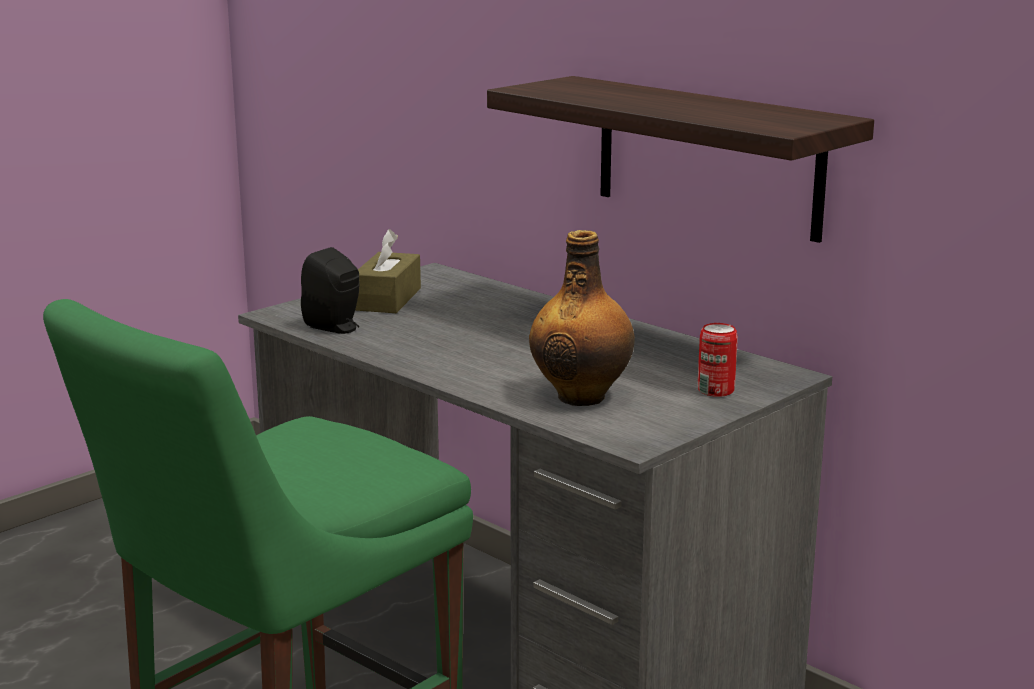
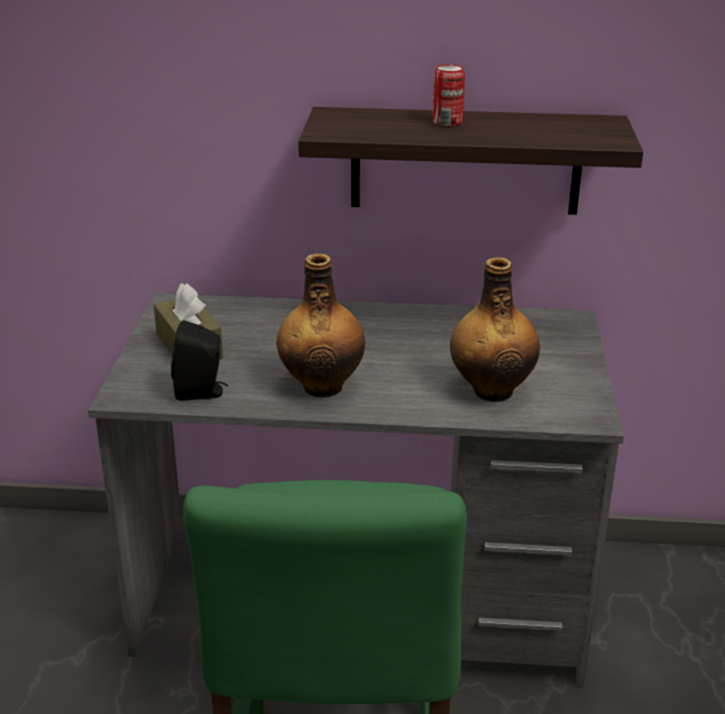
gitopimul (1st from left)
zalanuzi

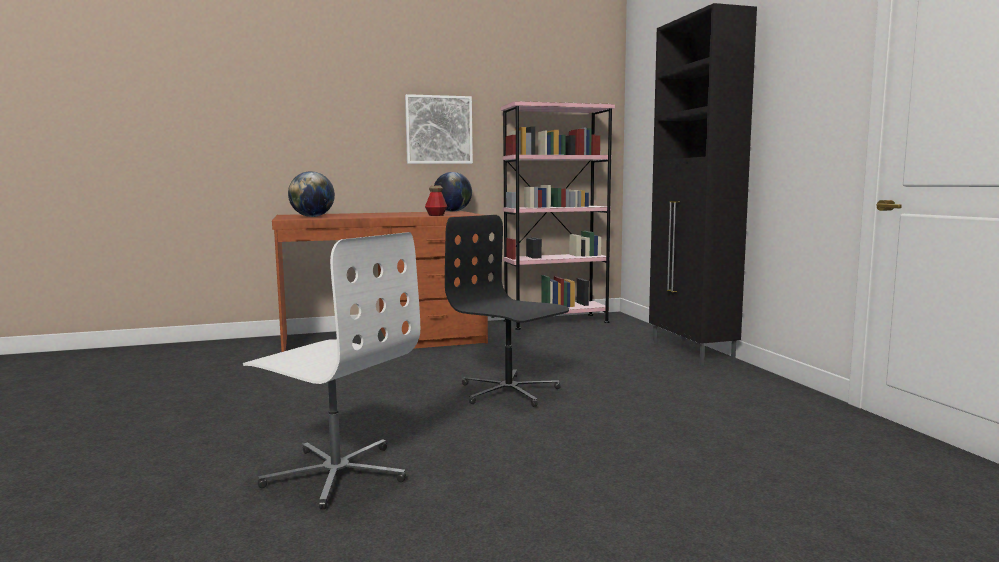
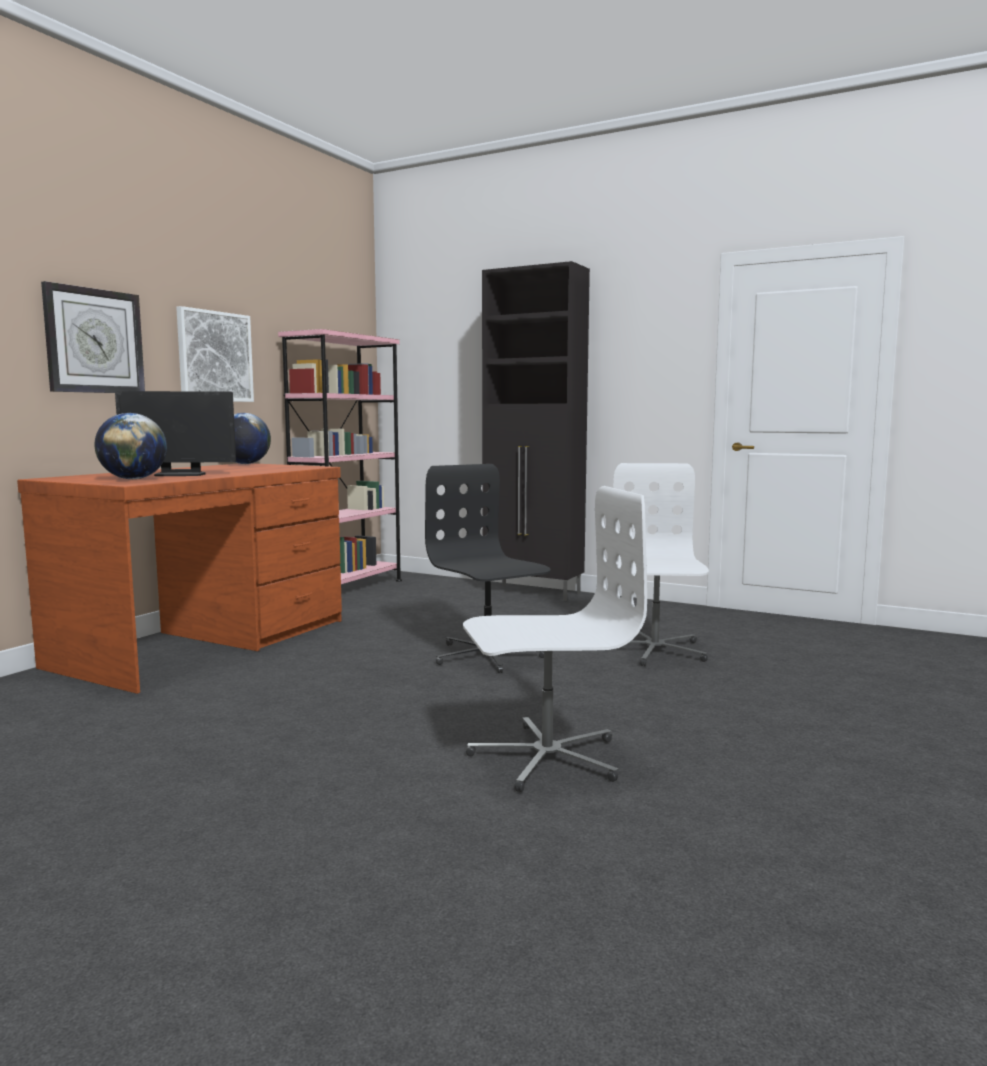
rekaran
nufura
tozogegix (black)
tozogegix (white) (2nd from left)
gitopimul

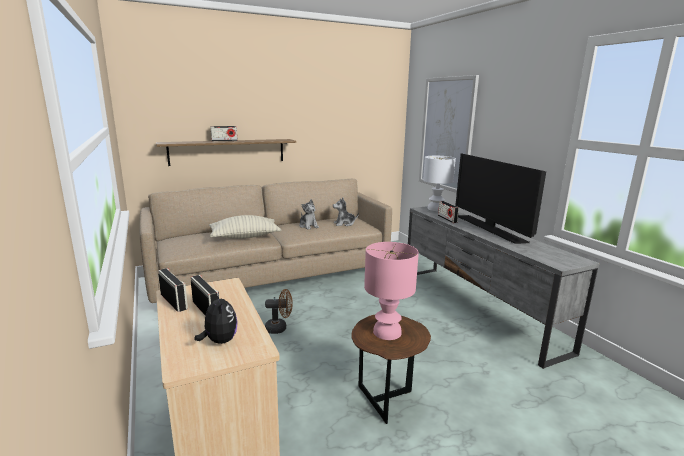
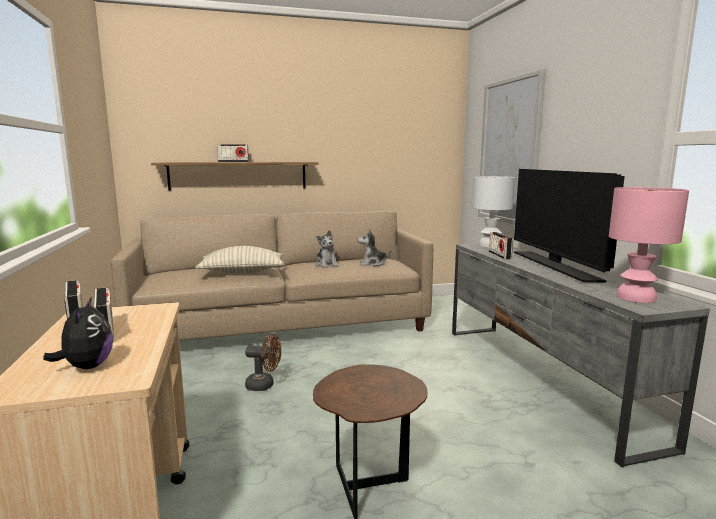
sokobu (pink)

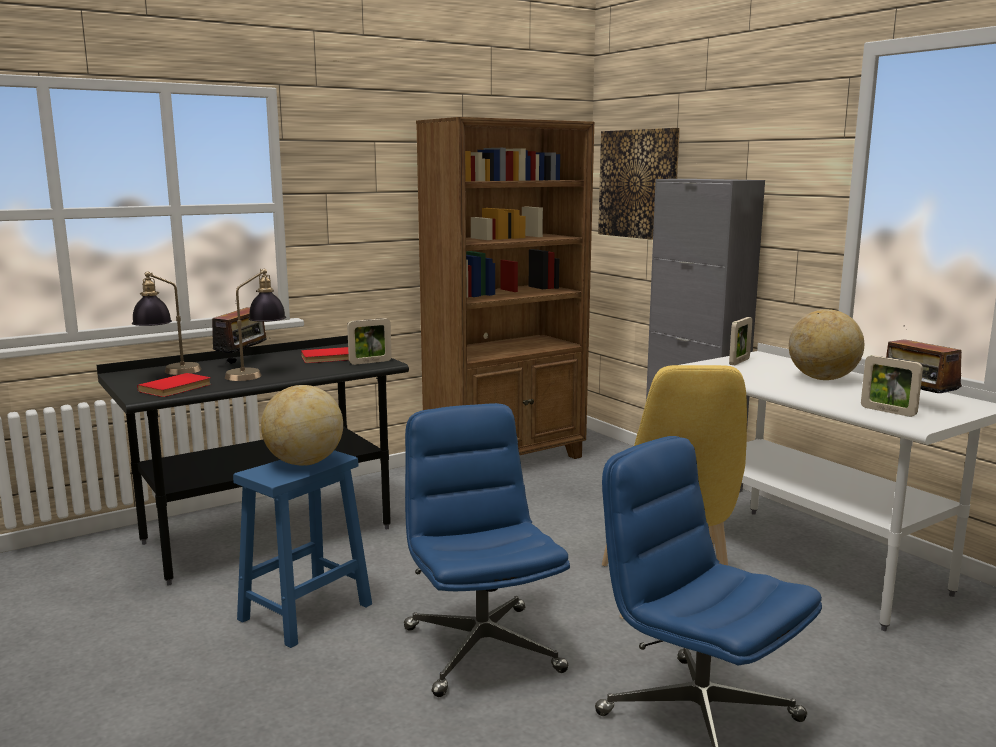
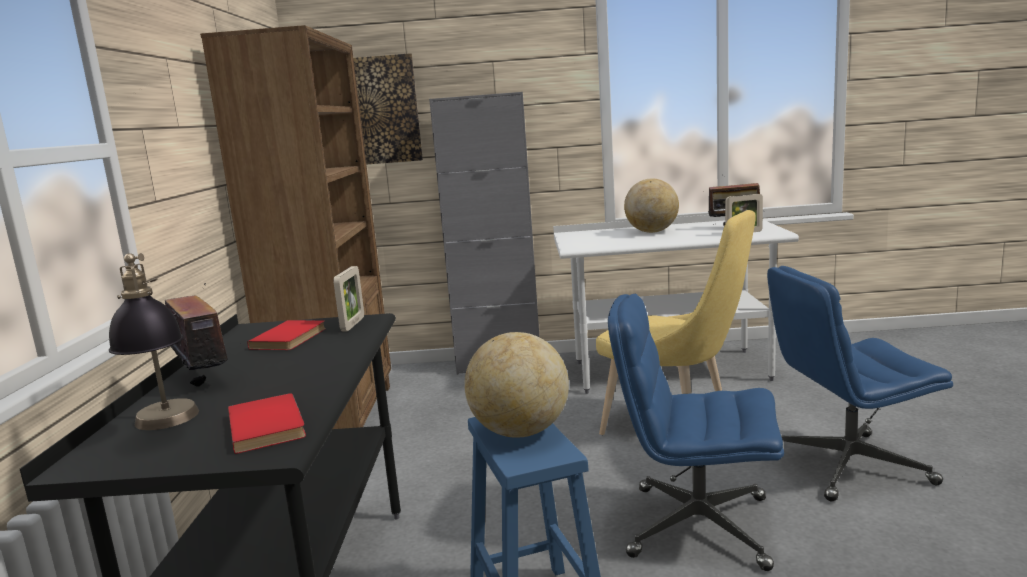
sokobu (2nd from left in the first image)
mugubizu (2nd from left in the first image)

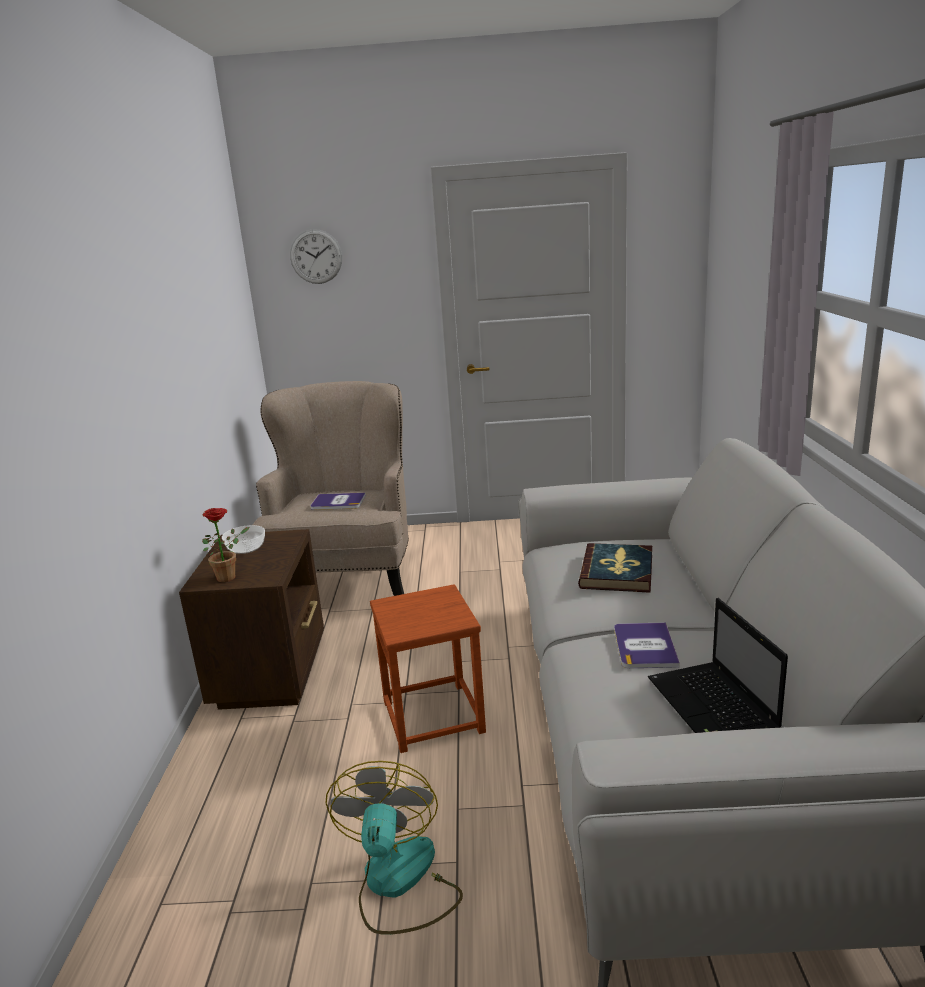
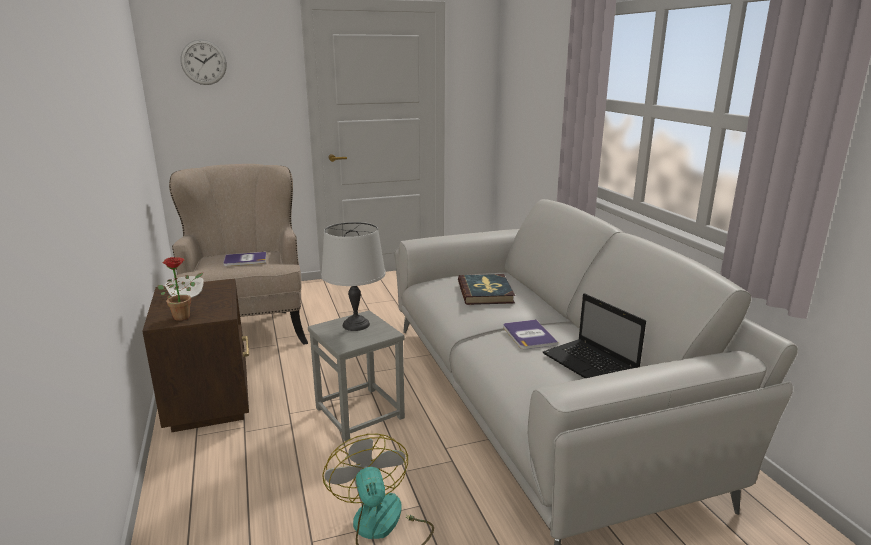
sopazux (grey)
sokobu (grey)

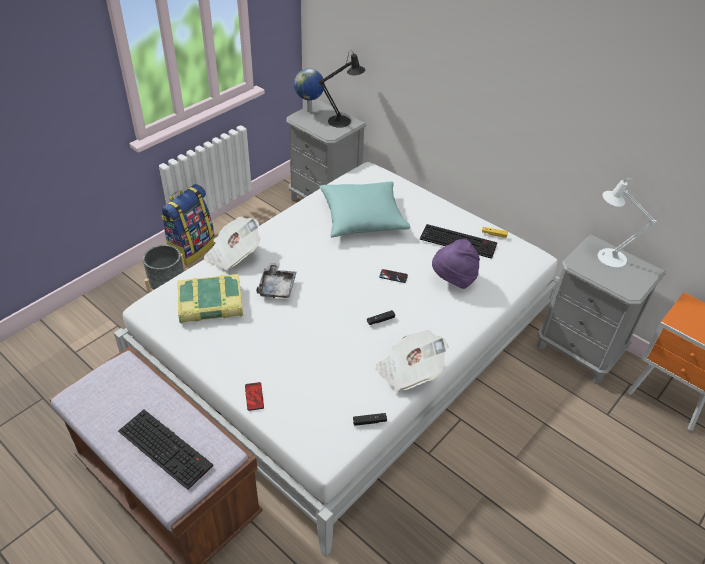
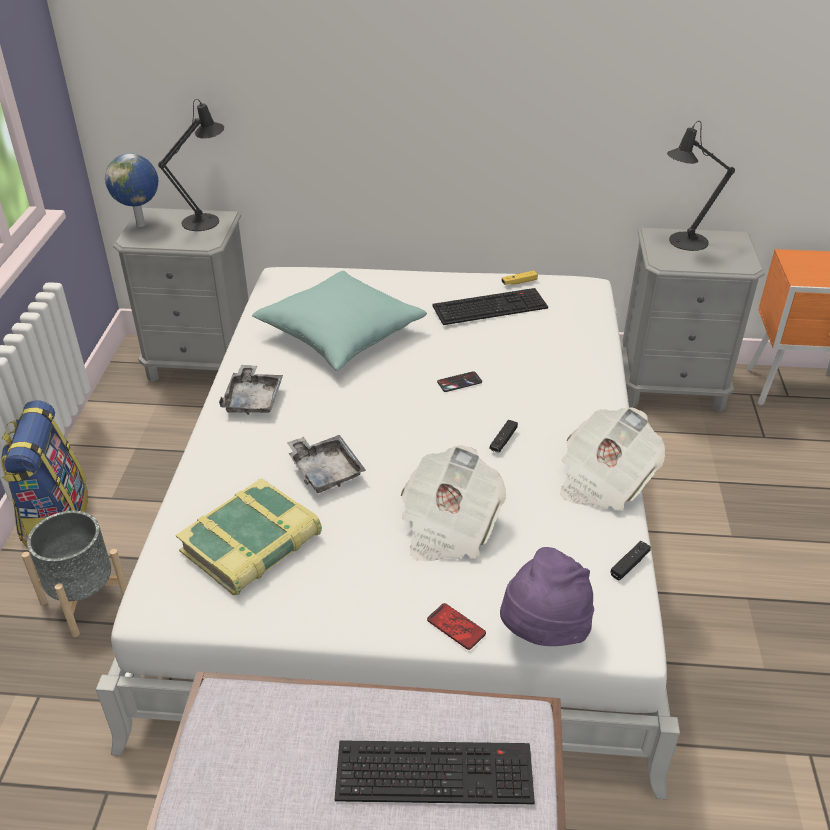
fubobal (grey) (1st from left)
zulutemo (1st from left)
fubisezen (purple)
sokobu (black) (2nd from left)

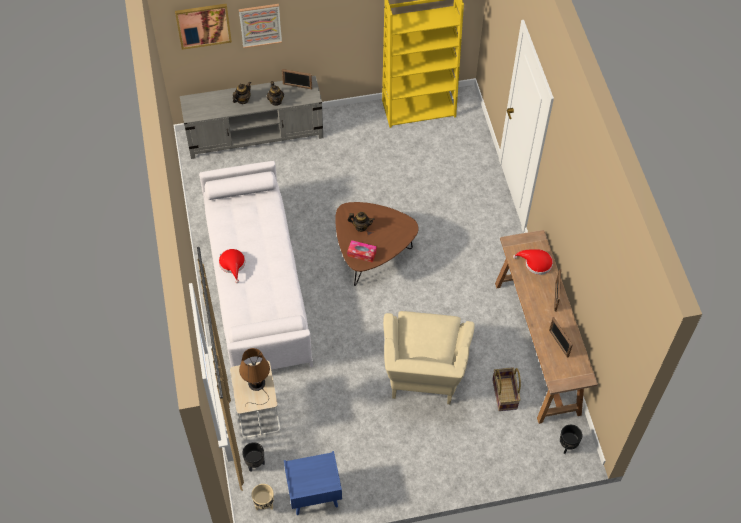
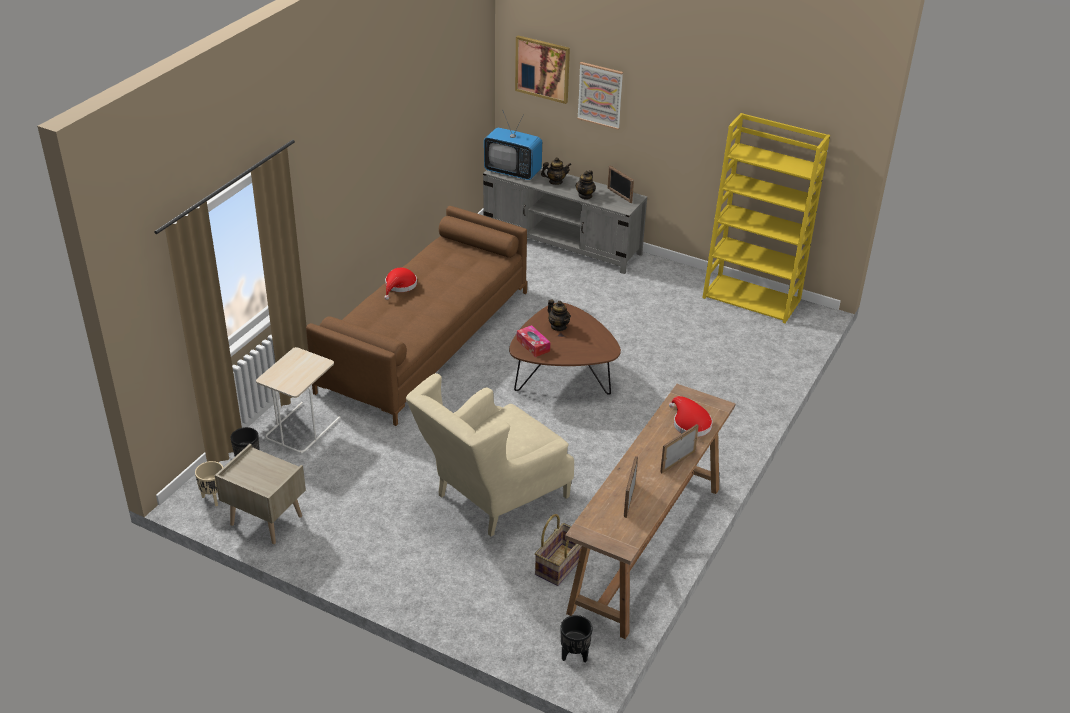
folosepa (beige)
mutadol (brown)
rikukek
sokobu (brown)

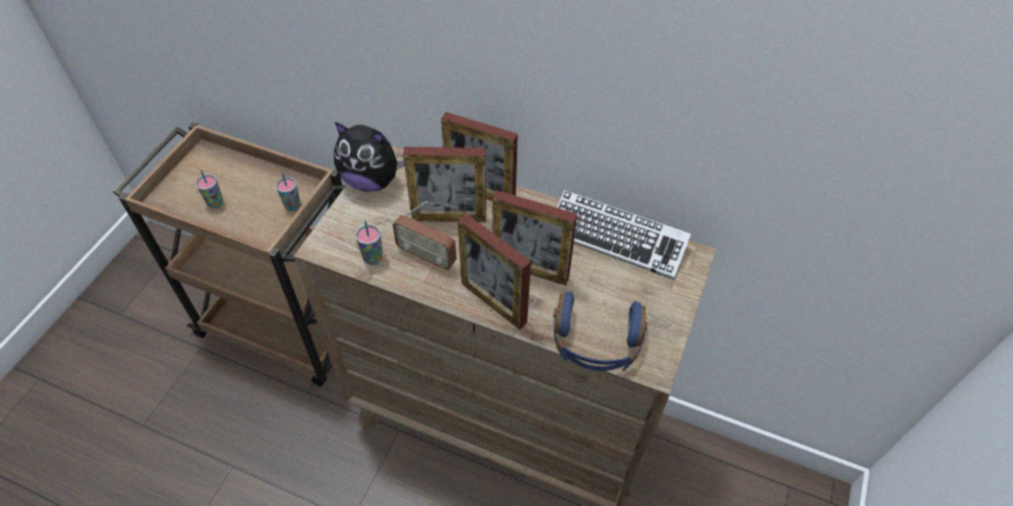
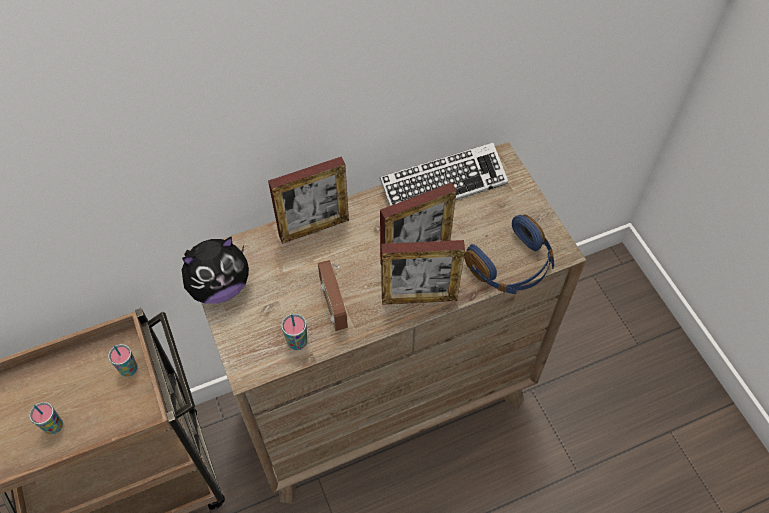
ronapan
mugubizu (1st from left in the first image)

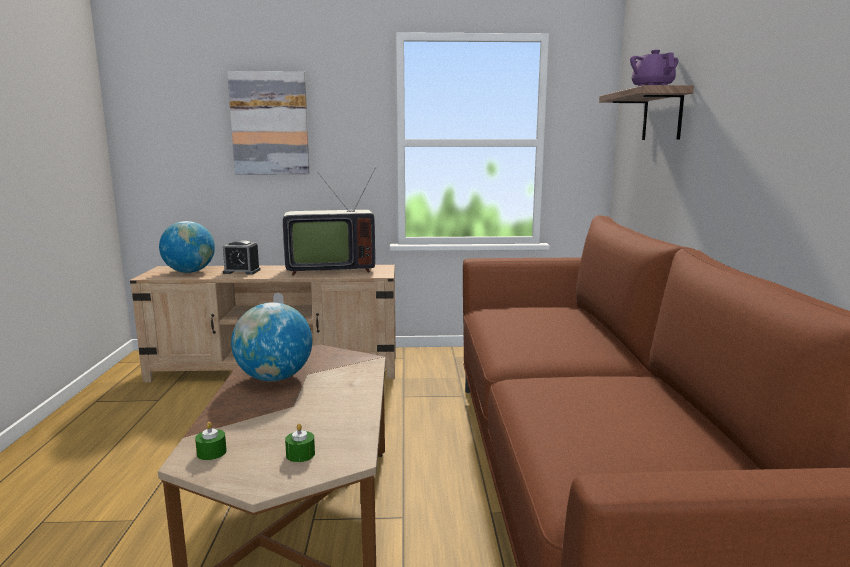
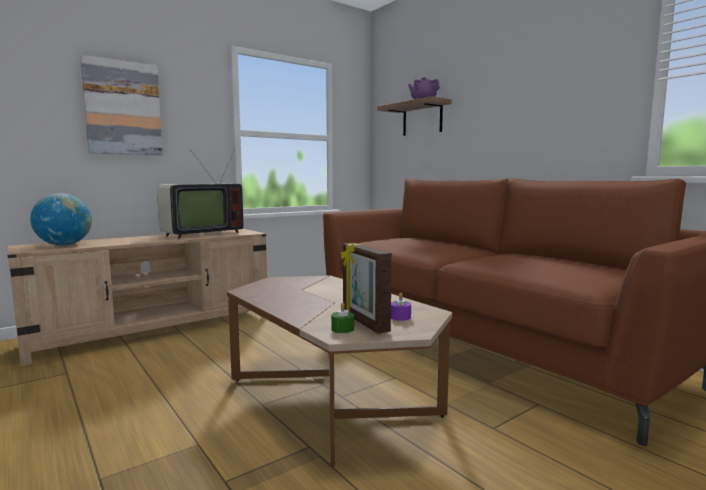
mugubizu
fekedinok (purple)
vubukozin
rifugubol (2nd from left in the first image)

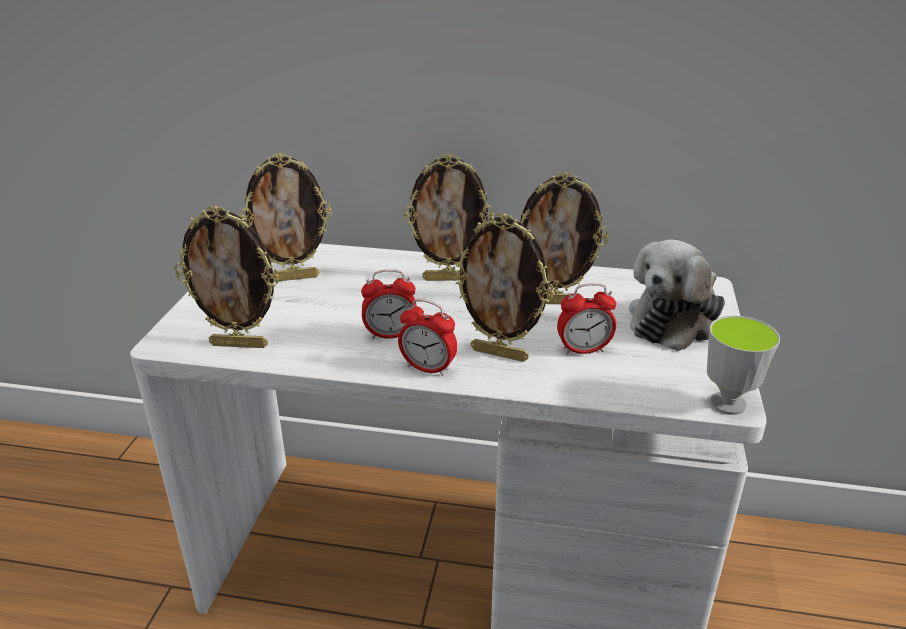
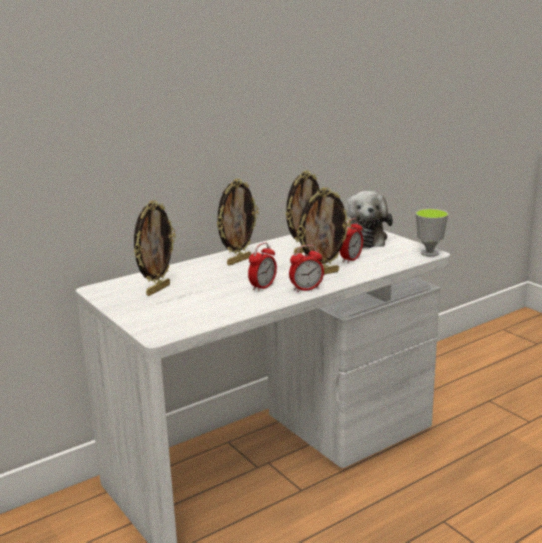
mugubizu (1st from left in the first image)

